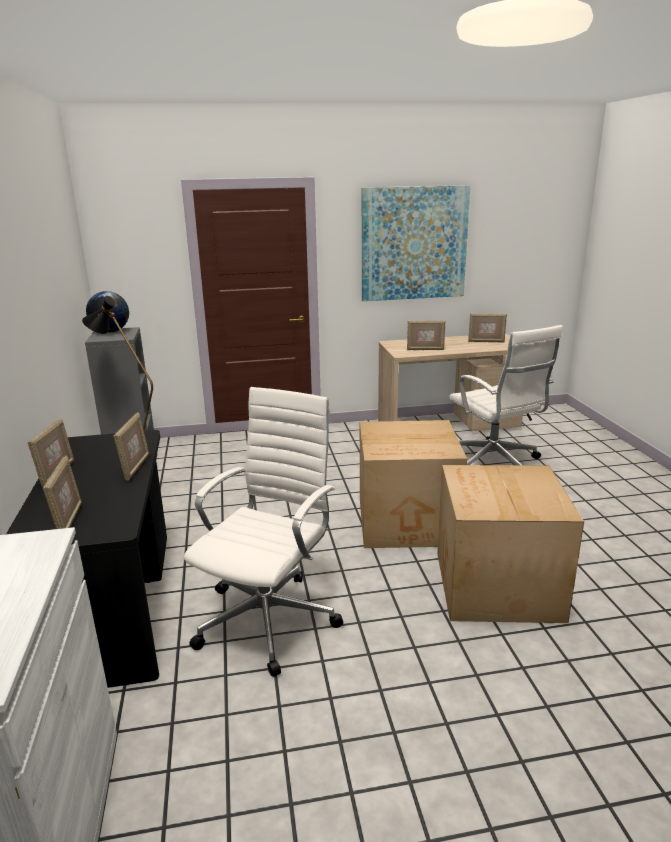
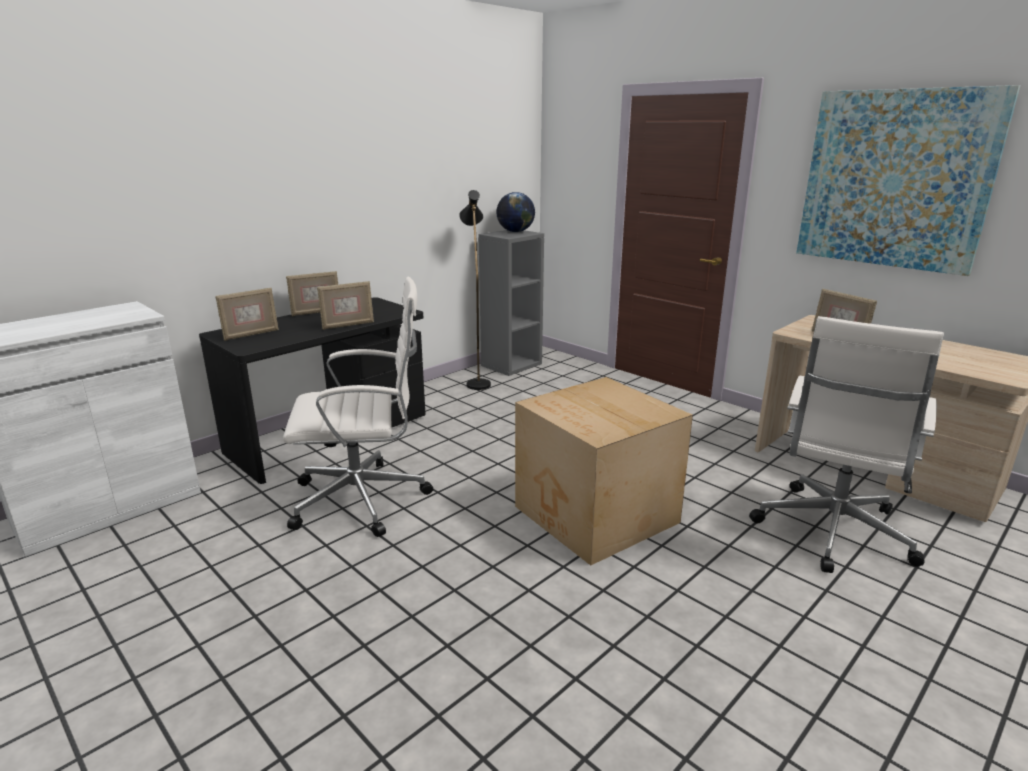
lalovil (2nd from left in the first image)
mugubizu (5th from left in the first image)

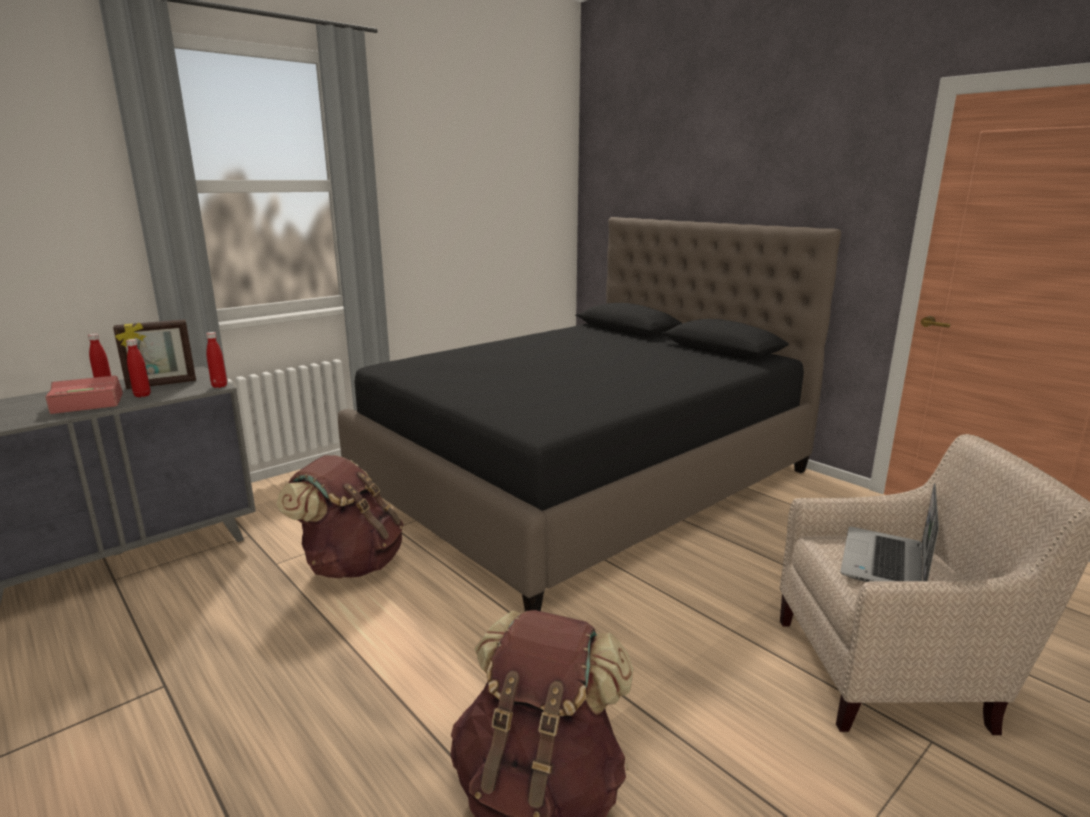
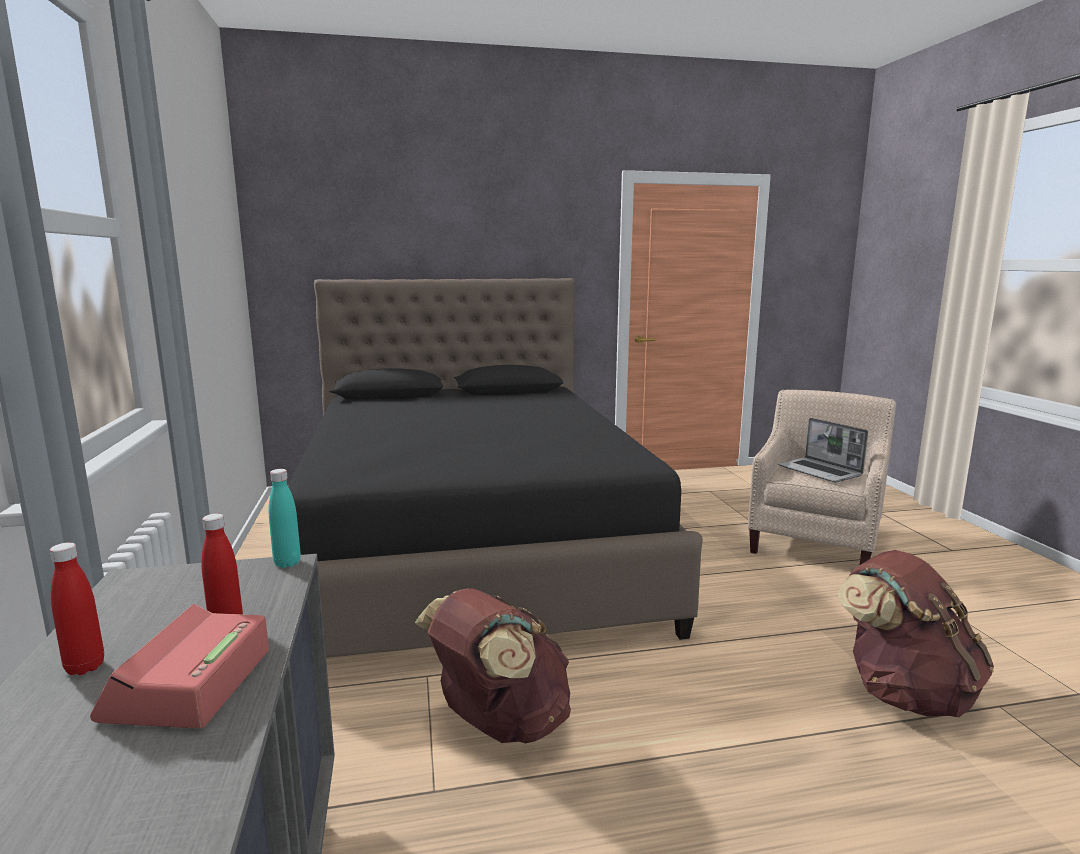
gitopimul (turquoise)
mugubizu

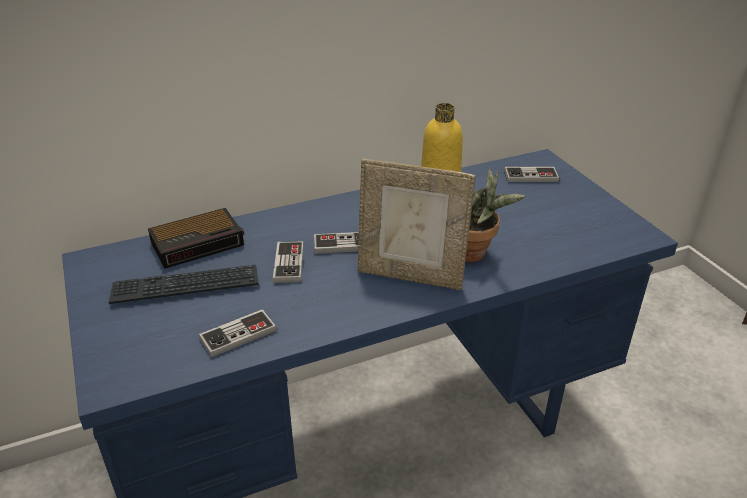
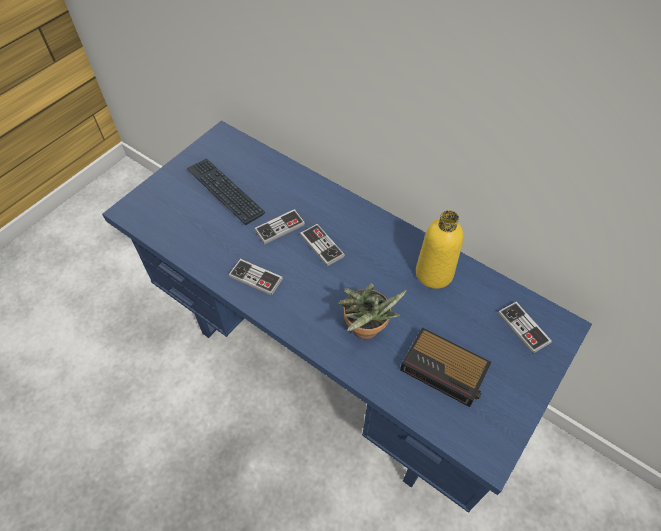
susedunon (1st from left)
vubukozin
mugubizu

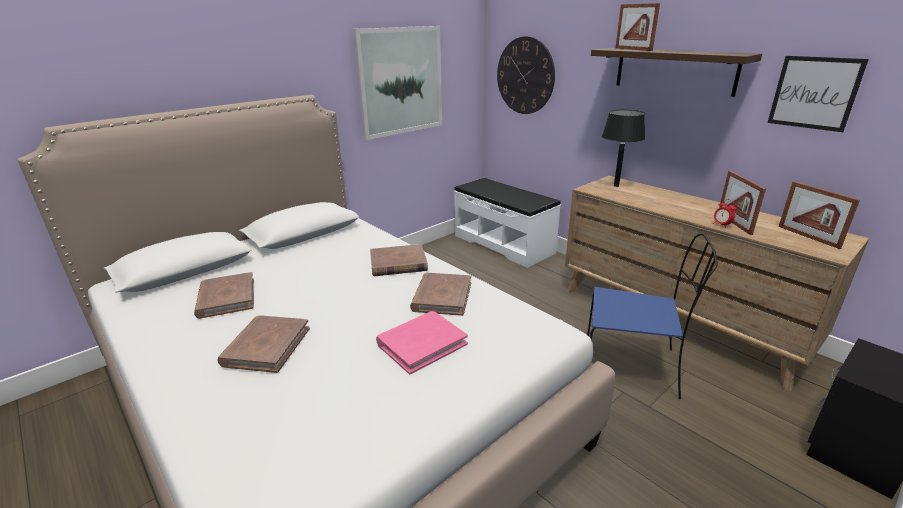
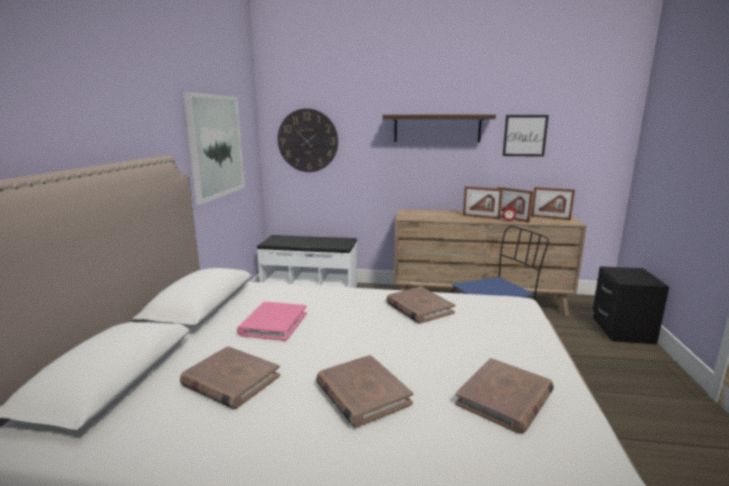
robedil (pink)
robedil (brown) (4th from left)
mugubizu (1st from left)
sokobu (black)

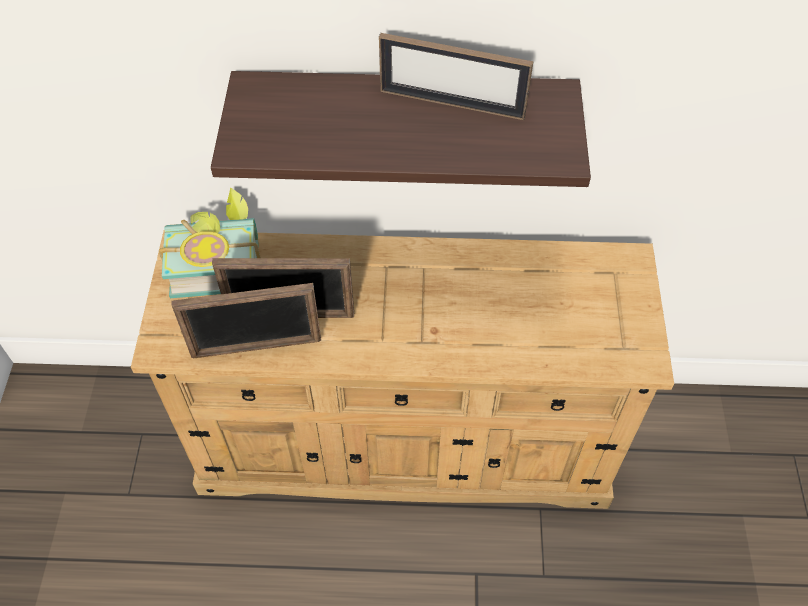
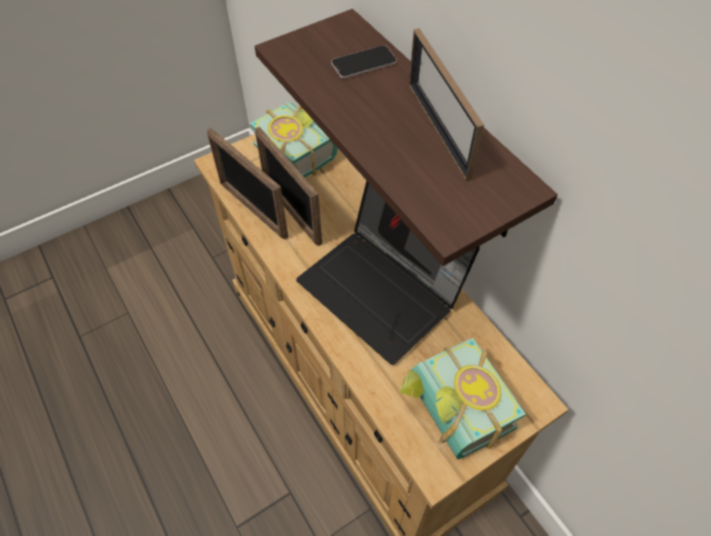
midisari
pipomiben
robedil (2nd from left)

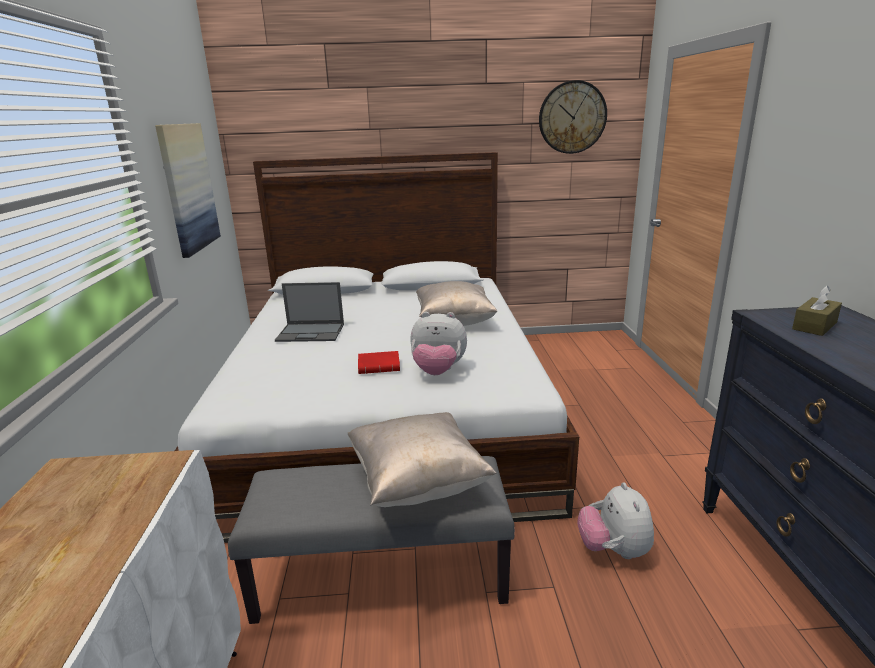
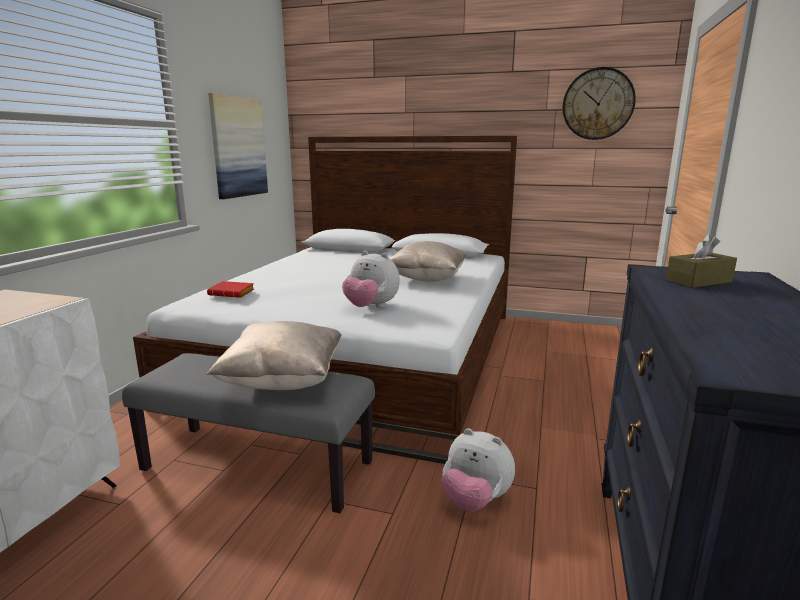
robedil (red)
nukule (2nd from left)
midisari

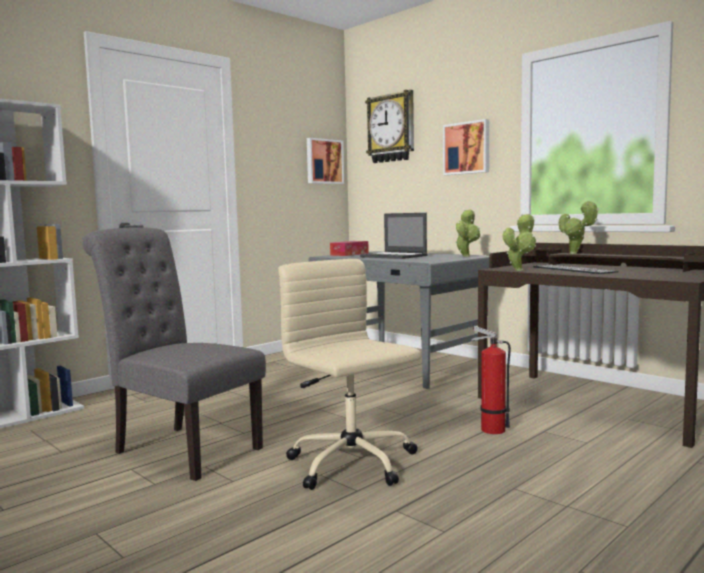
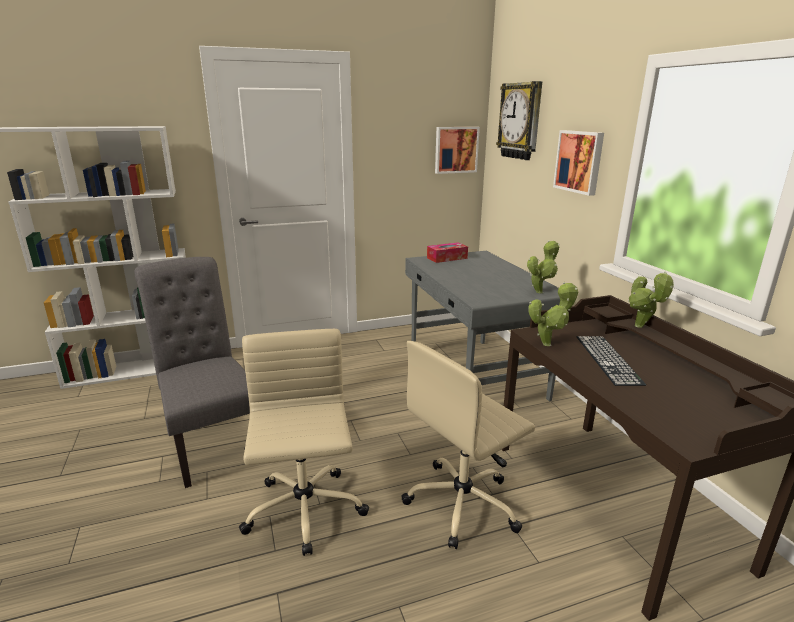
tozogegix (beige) (2nd from left)
midisari

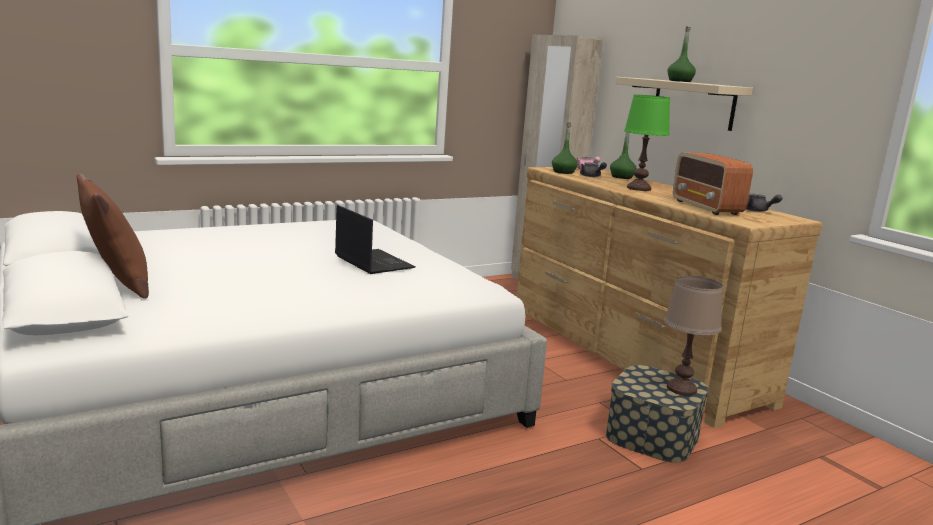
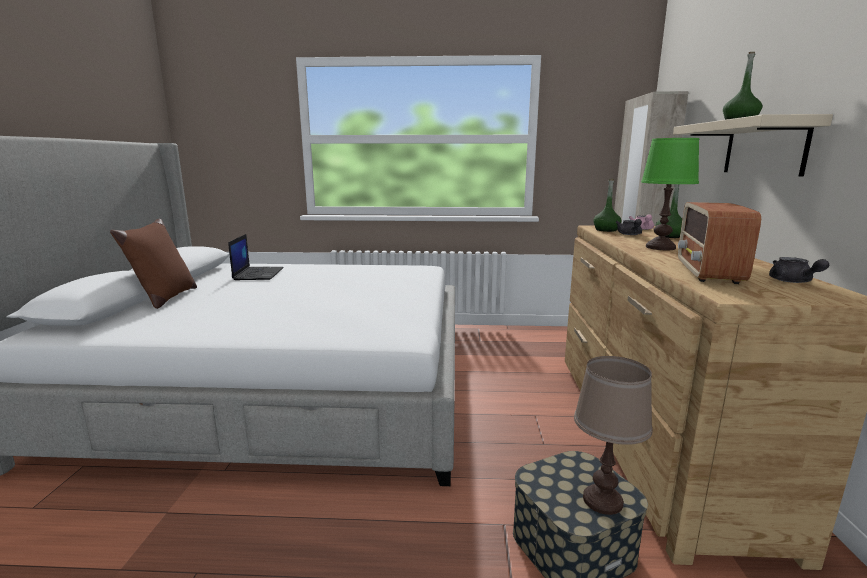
midisari

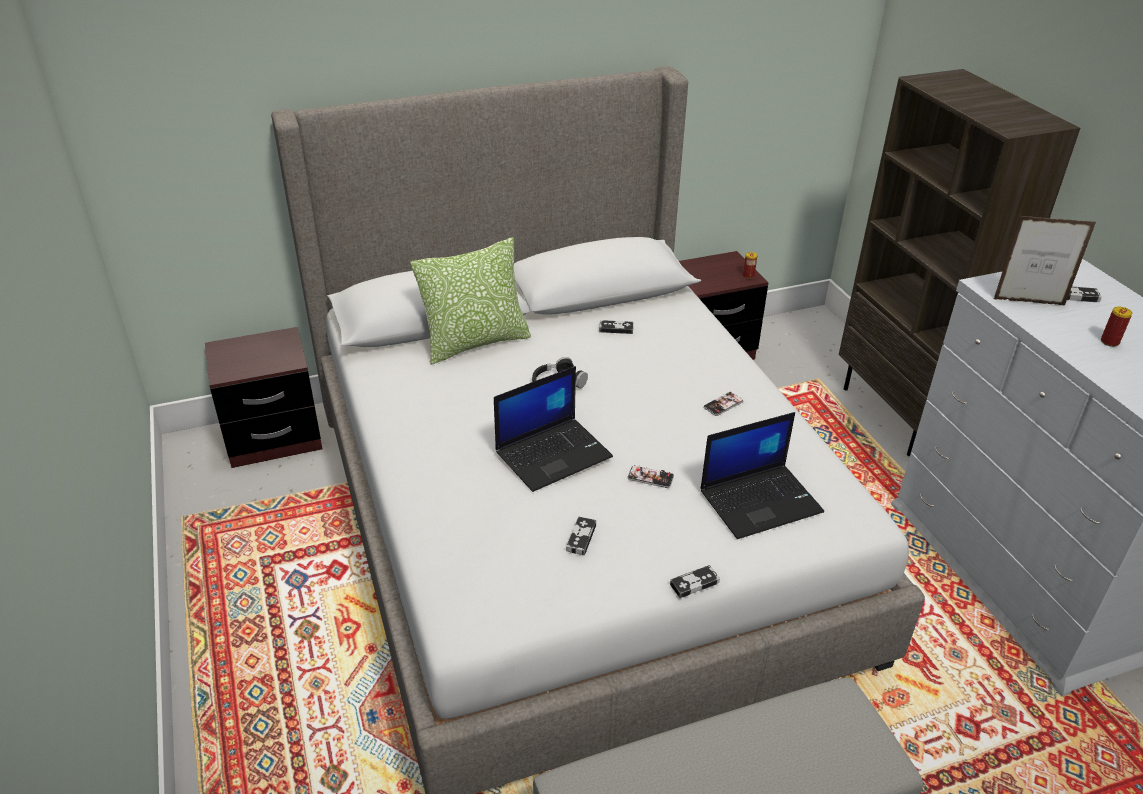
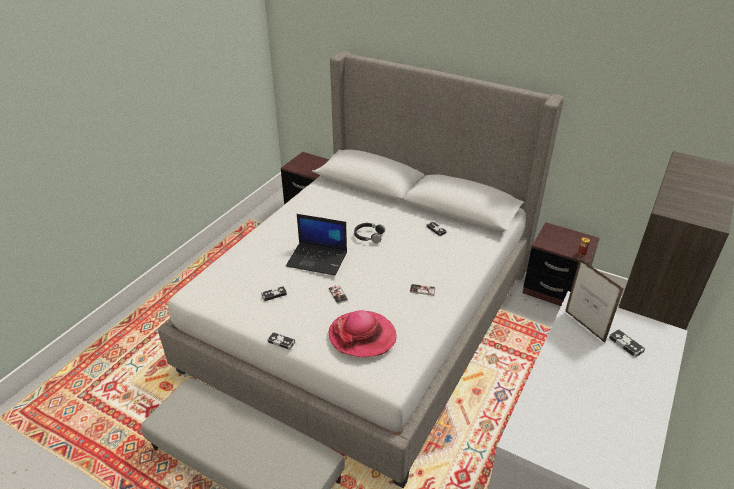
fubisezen
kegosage
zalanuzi (2nd from left in the first image)

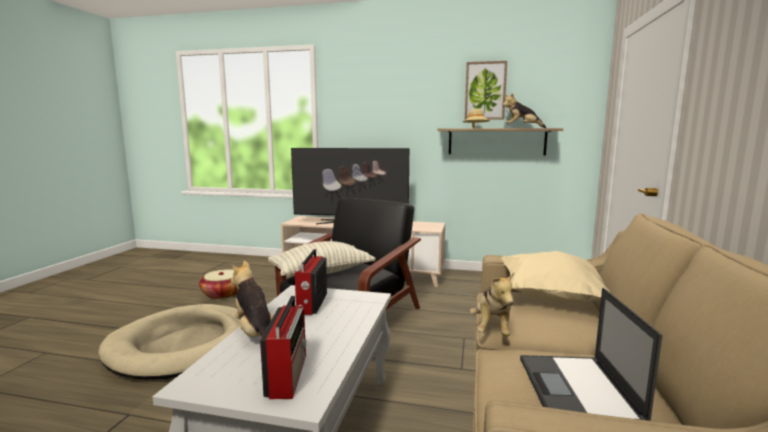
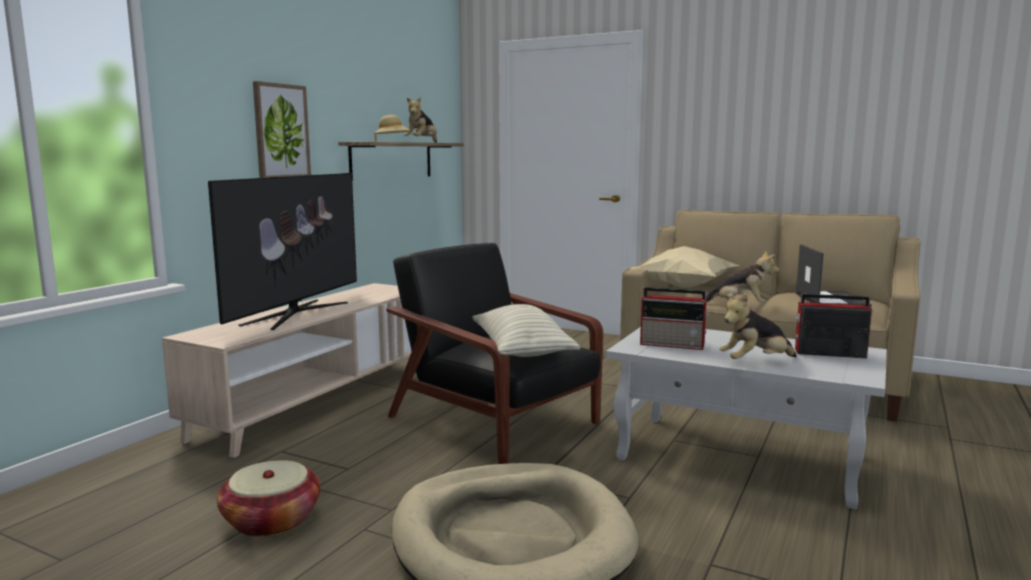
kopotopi
midisari

